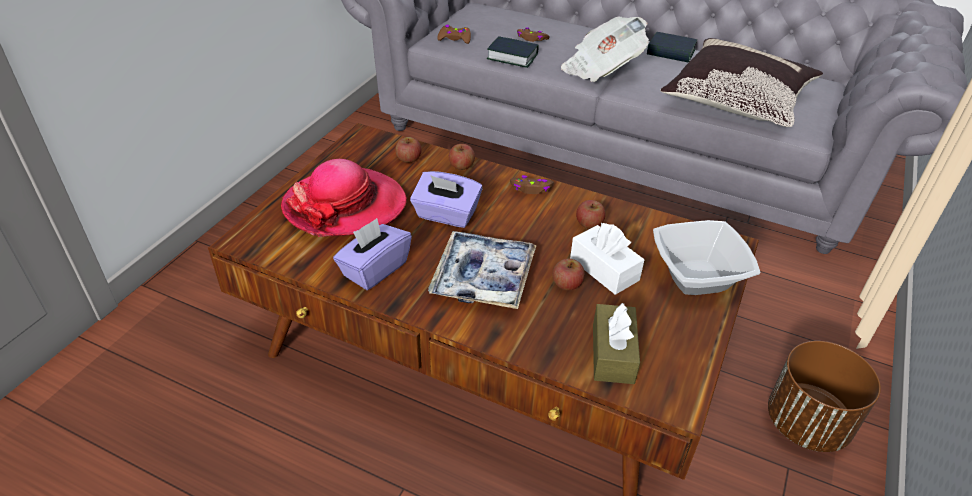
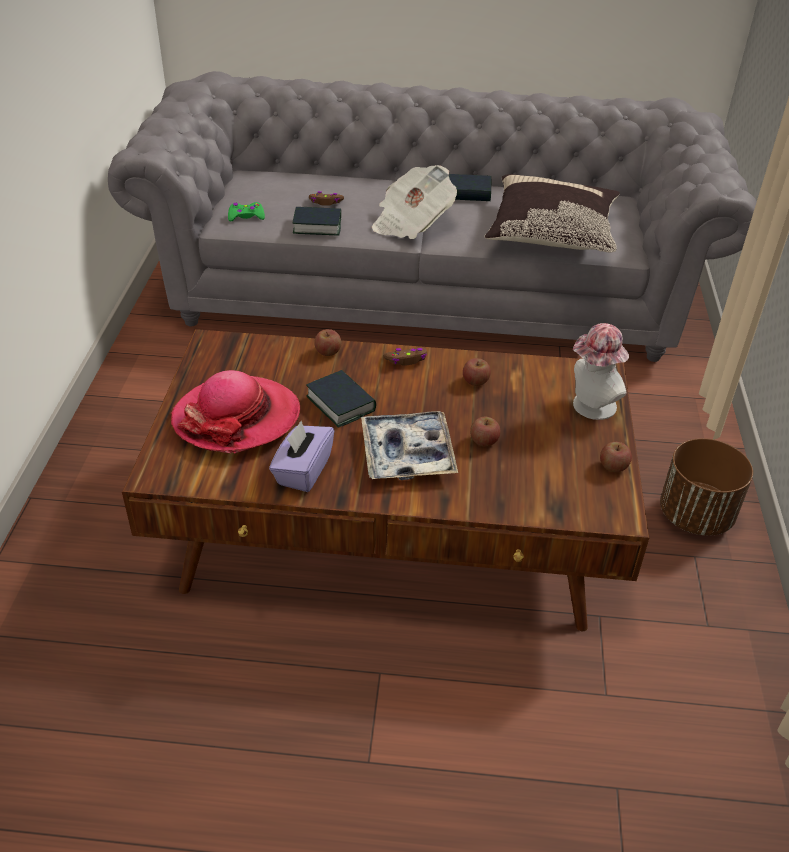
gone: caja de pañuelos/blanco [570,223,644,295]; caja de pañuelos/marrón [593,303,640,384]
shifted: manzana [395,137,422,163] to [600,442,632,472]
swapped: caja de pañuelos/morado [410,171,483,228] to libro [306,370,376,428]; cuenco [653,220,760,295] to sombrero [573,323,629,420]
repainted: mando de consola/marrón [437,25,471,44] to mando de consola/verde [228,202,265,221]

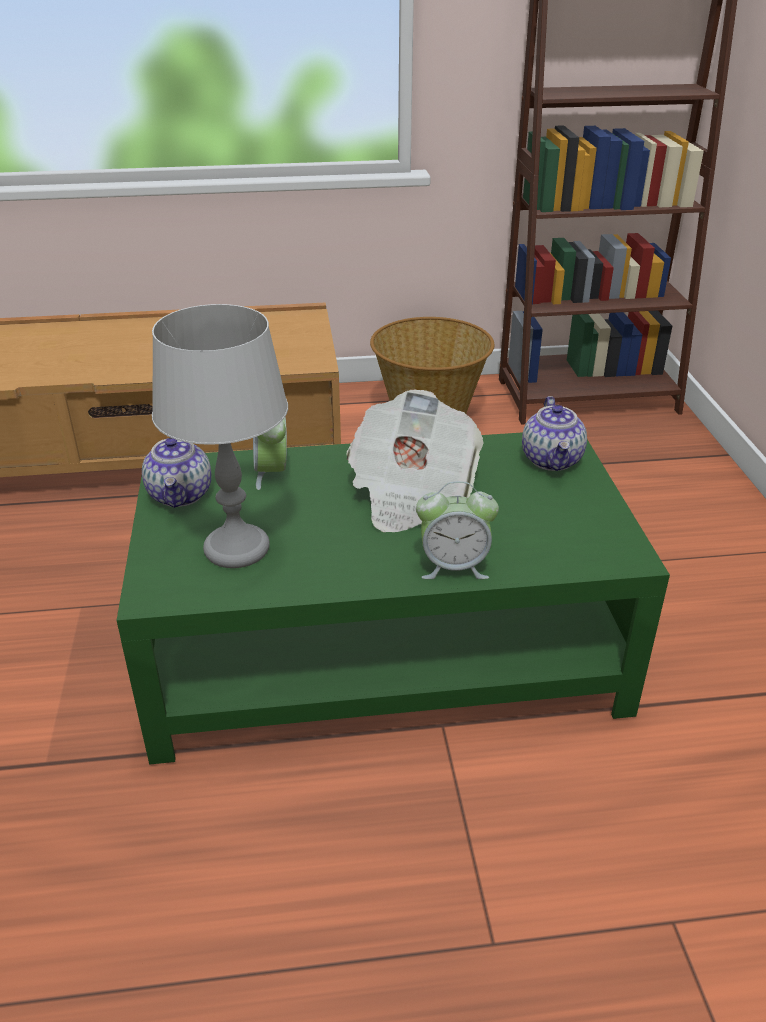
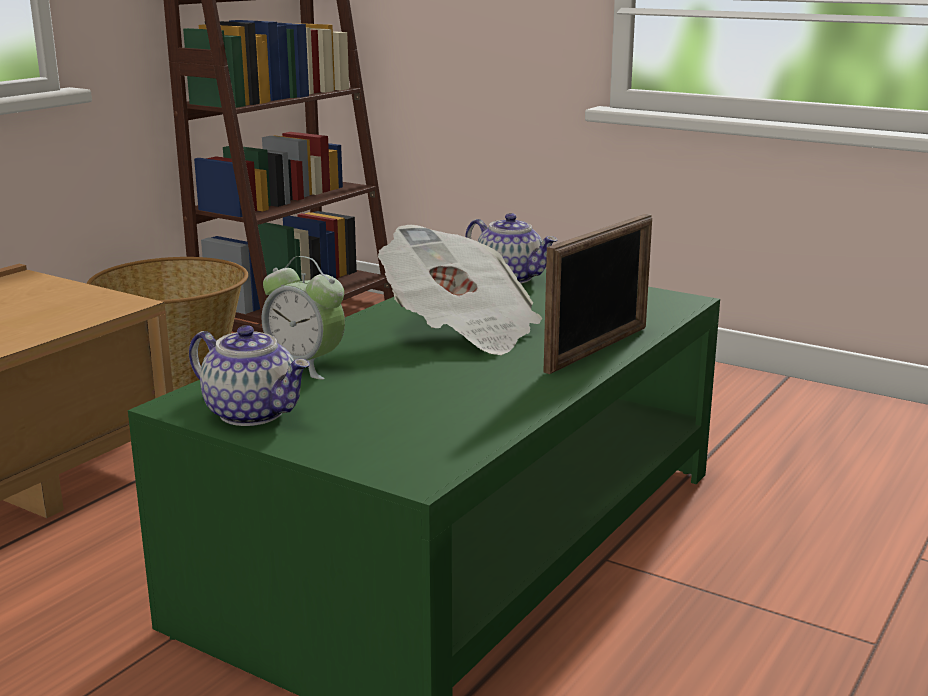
gone: lámpara de mesa/gris [152,304,288,568]
swapped: despertador [416,481,499,579] to portarretratos [543,214,652,374]

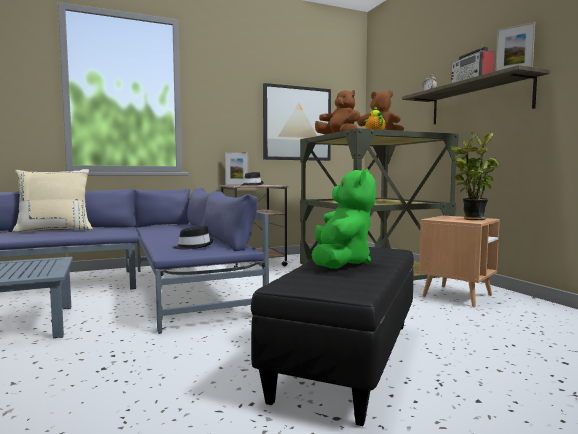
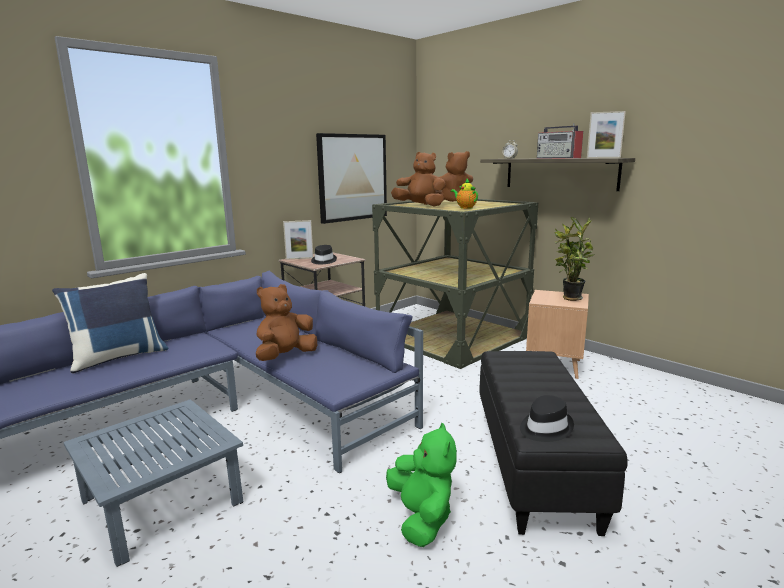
new: peluche/marrón [256,284,317,361]
shifted: sombrero/negro [173,226,214,250] to [520,395,574,442]; peluche/verde [312,168,376,269] to [386,423,457,547]
repainted: cojín/beis [12,169,92,234] to cojín/azul [52,273,169,373]

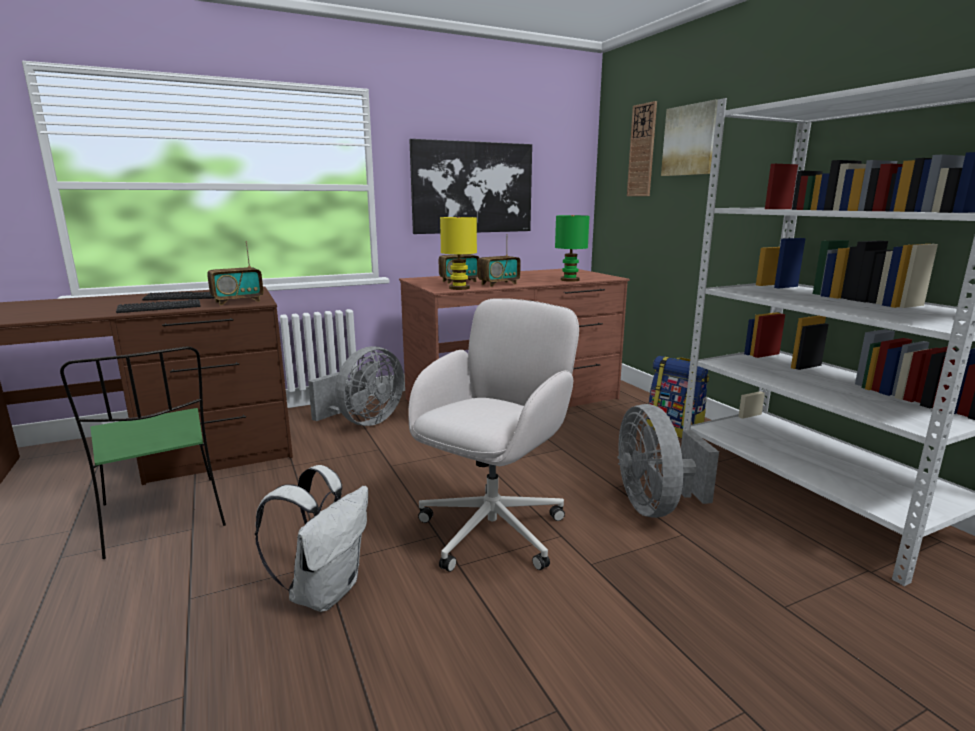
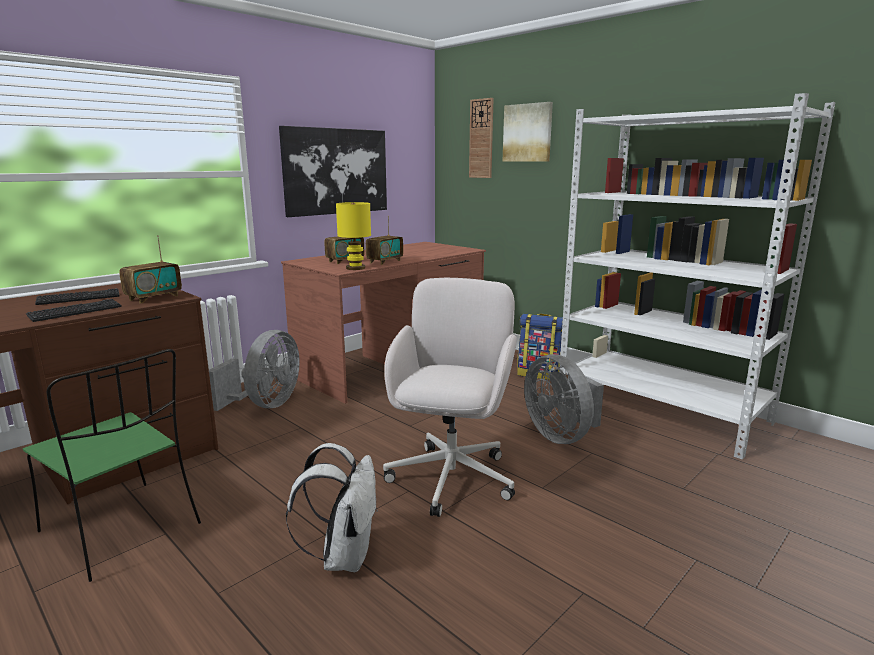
gone: lámpara de mesa/verde [555,215,590,282]

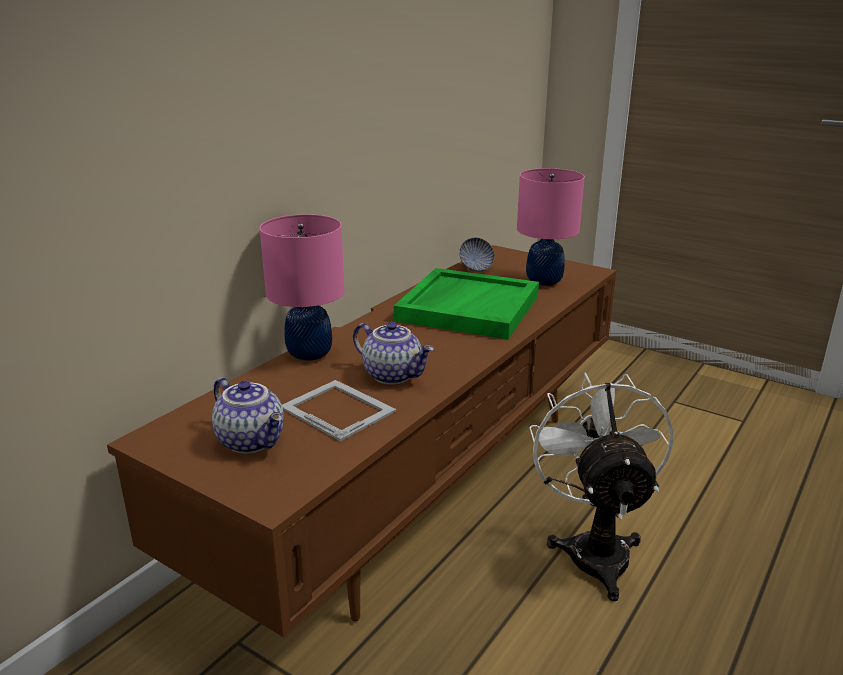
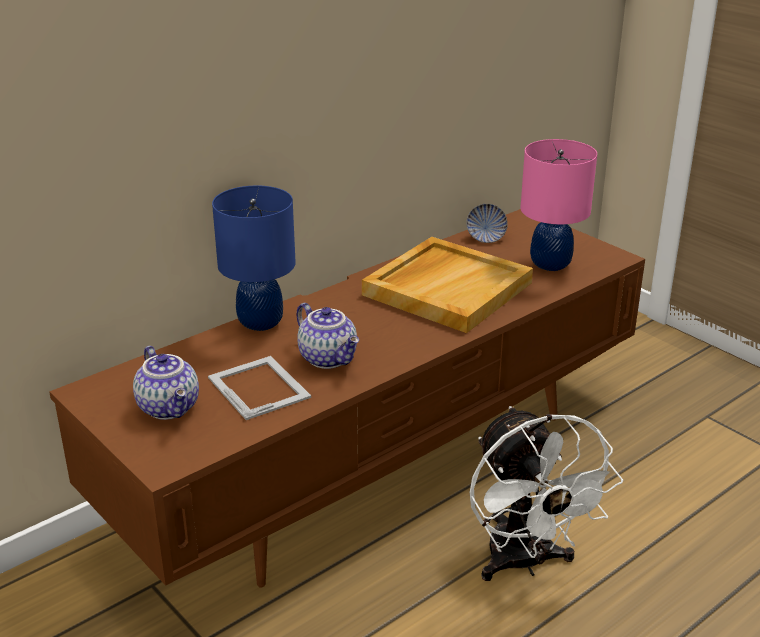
repainted: lámpara de mesa/rosa [260,214,345,361] to lámpara de mesa/azul [212,186,296,331]; bandeja/verde [394,268,539,340] to bandeja/beis [362,237,533,333]
rotated: ventilador/blanco [529,373,673,602] = [470,406,623,581] 150 degrees clockwise

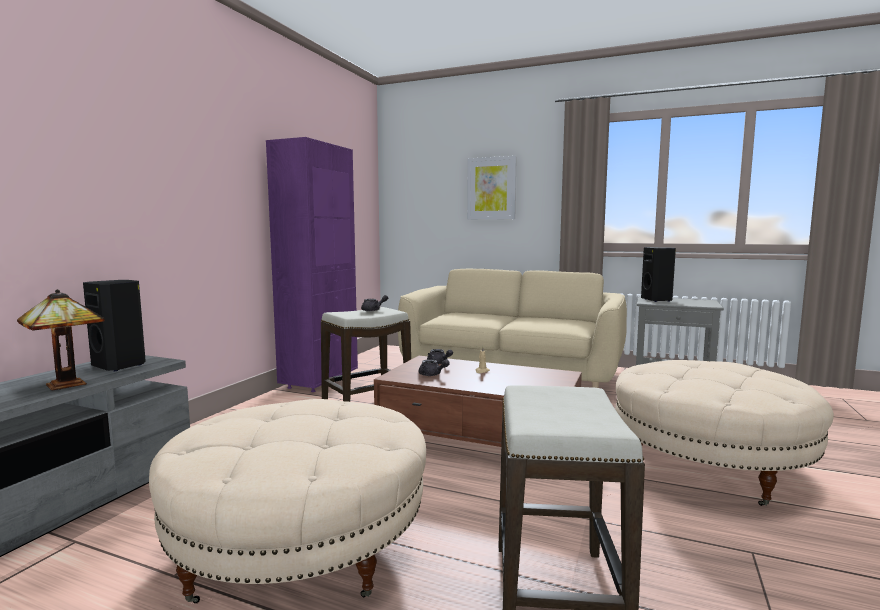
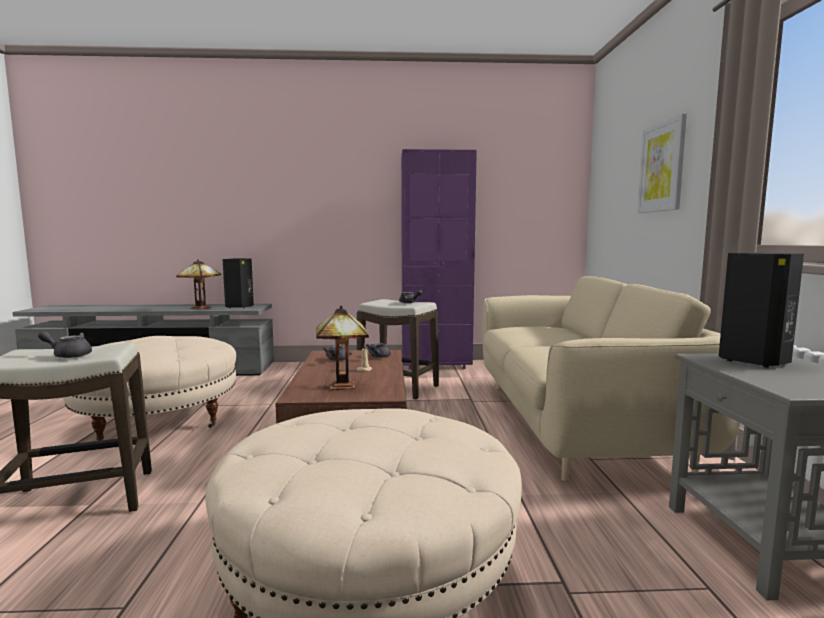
new: tetera/gris [38,331,92,358]; lámpara de mesa [316,306,369,390]

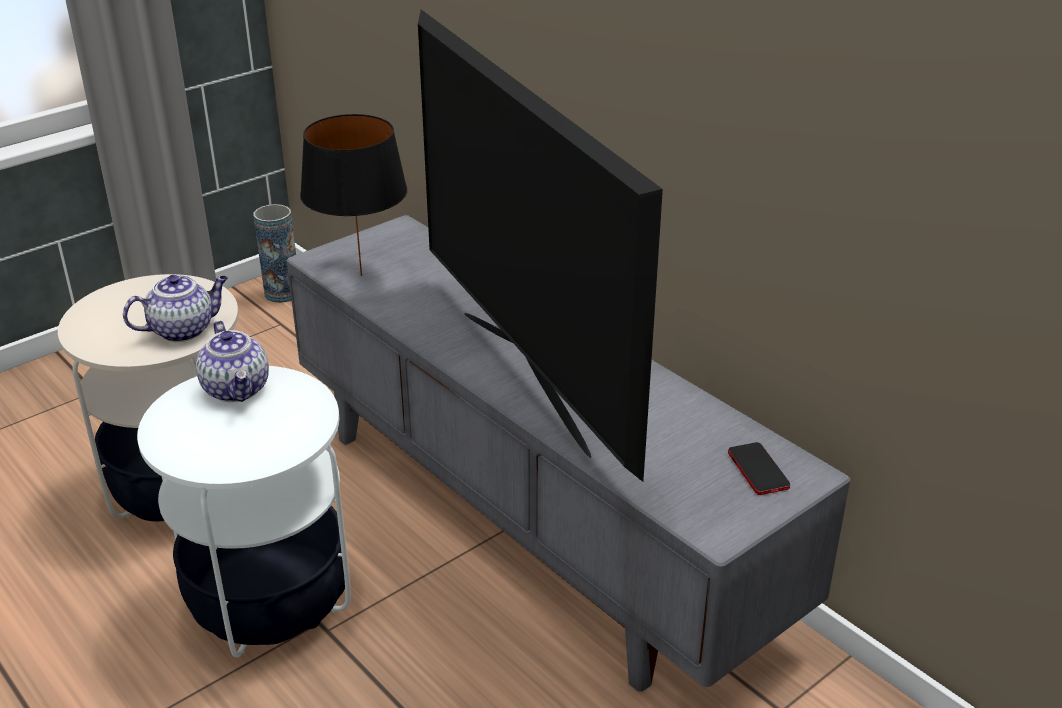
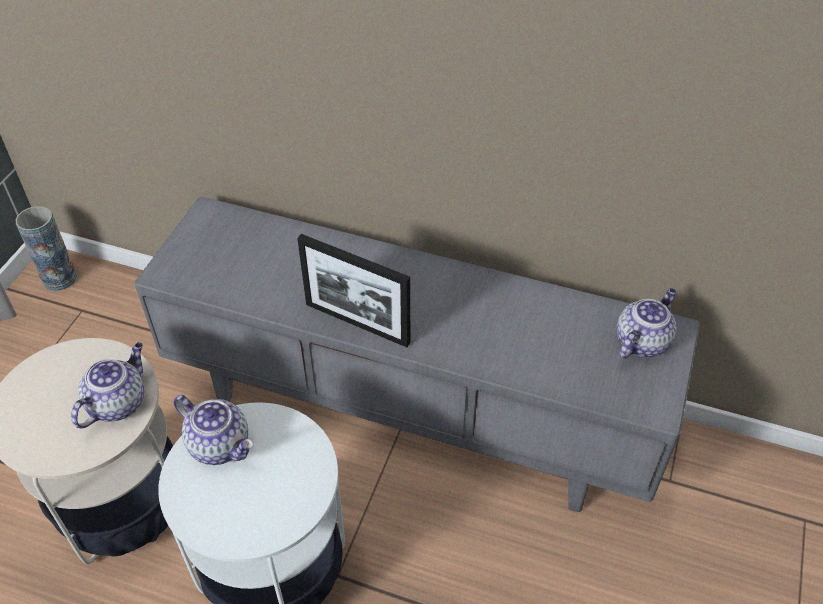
gone: lámpara de mesa/negro [300,114,407,276]; televisor [418,9,663,482]
new: portarretratos [297,234,410,347]
swapped: móvil [728,442,790,495] to tetera [617,288,677,359]

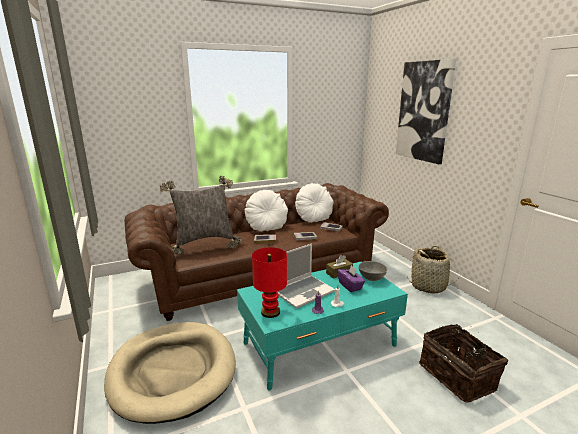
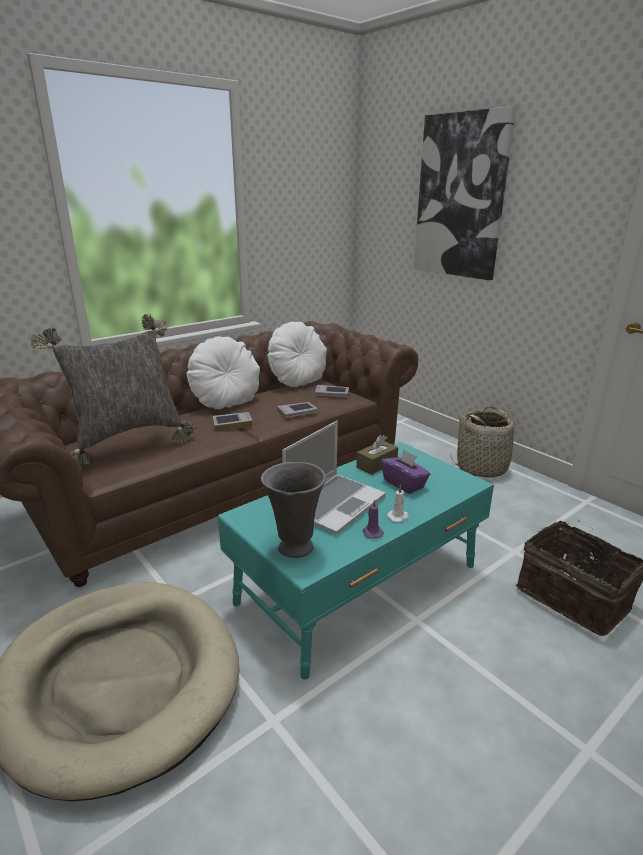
gone: cuenco/gris [358,261,387,281]
swapped: lámpara de mesa/rojo [252,247,287,318] to florero/gris [261,462,326,558]

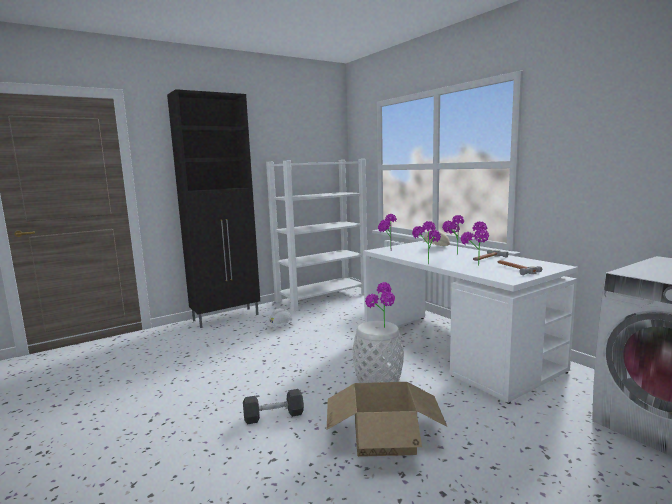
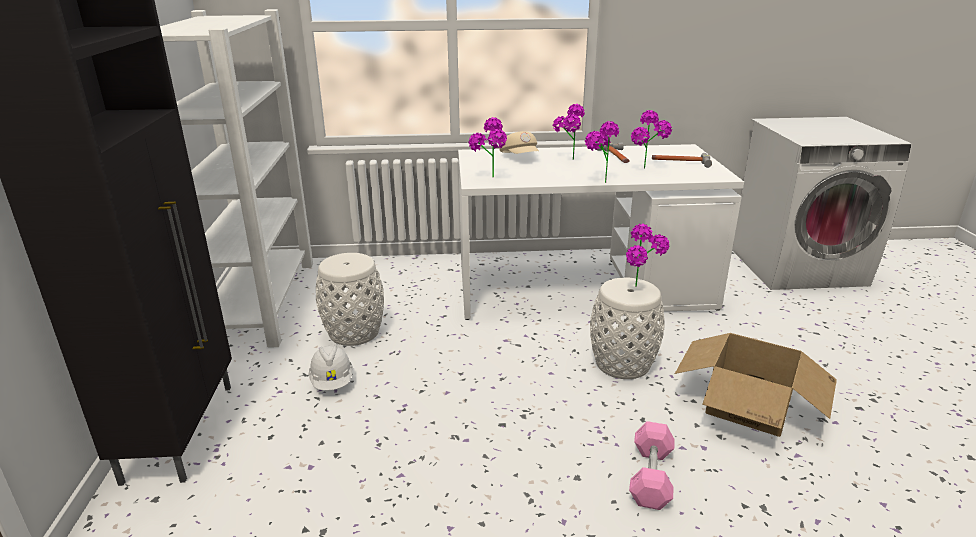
new: taburete/blanco [316,253,384,346]
repainted: mancuerna/gris [243,389,304,424] to mancuerna/rosa [629,421,675,510]

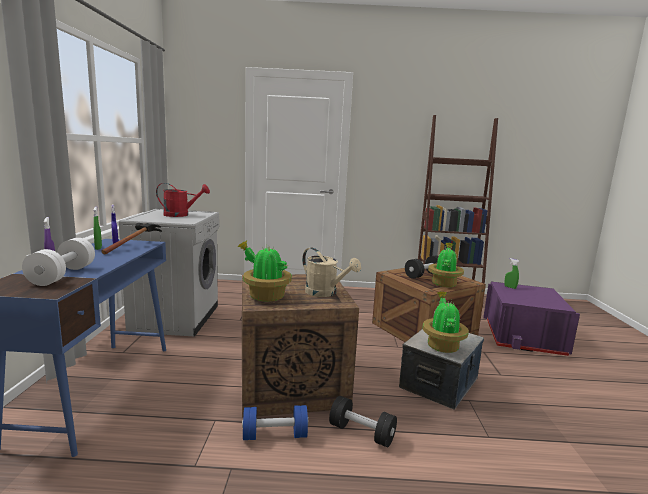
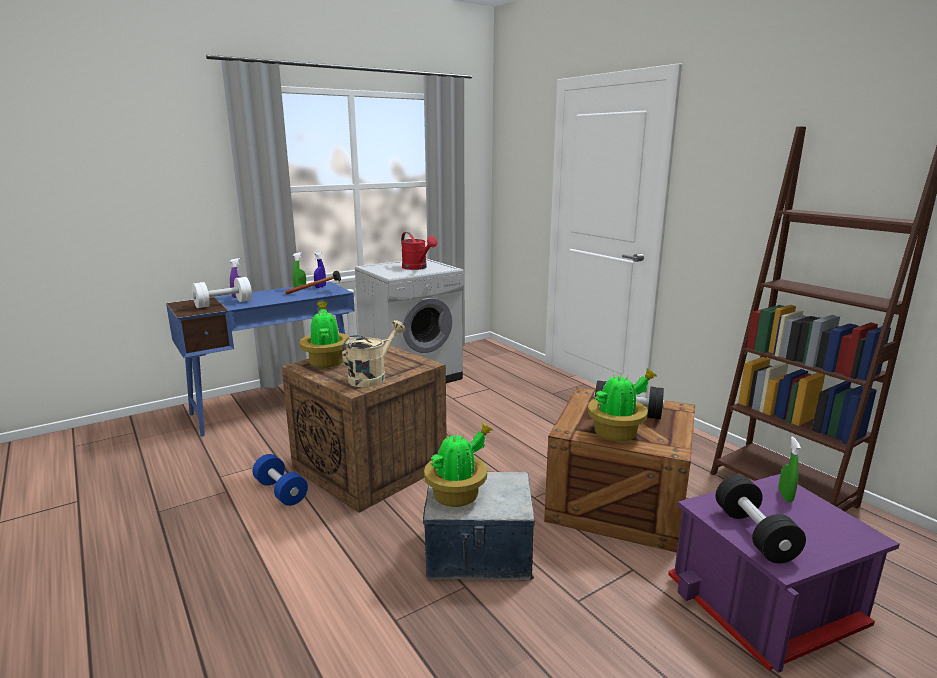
shifted: mancuerna/negro [329,396,397,447] to [716,475,806,563]
rotated: regadera/beis [302,248,361,297] = [342,320,405,387] 150 degrees counterclockwise

